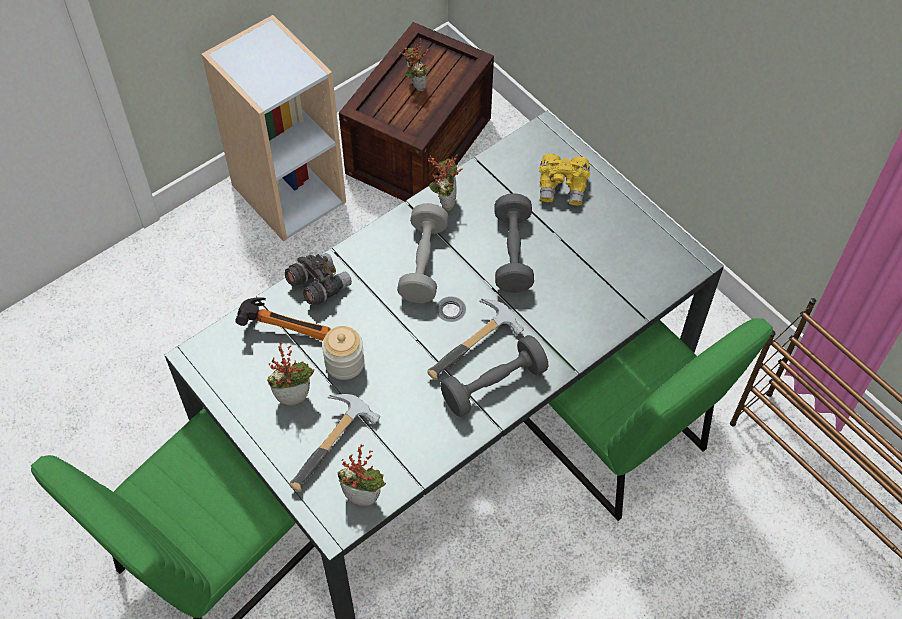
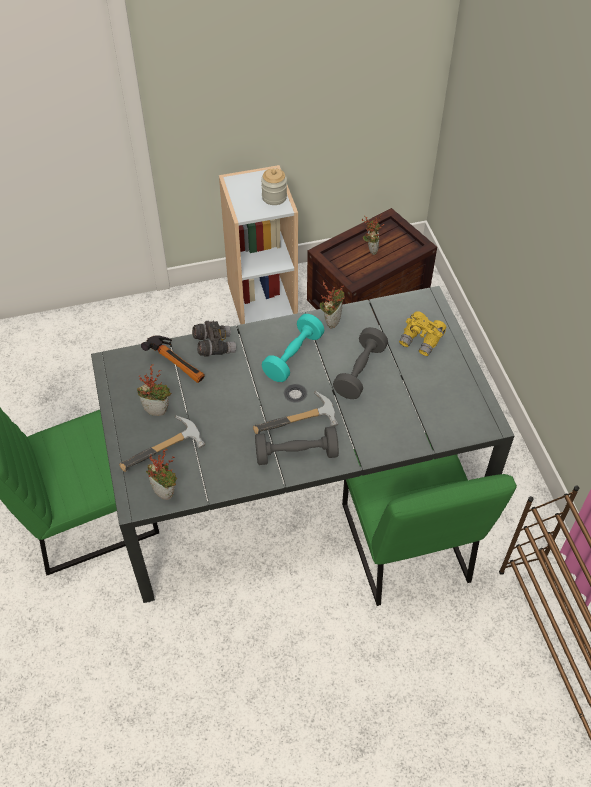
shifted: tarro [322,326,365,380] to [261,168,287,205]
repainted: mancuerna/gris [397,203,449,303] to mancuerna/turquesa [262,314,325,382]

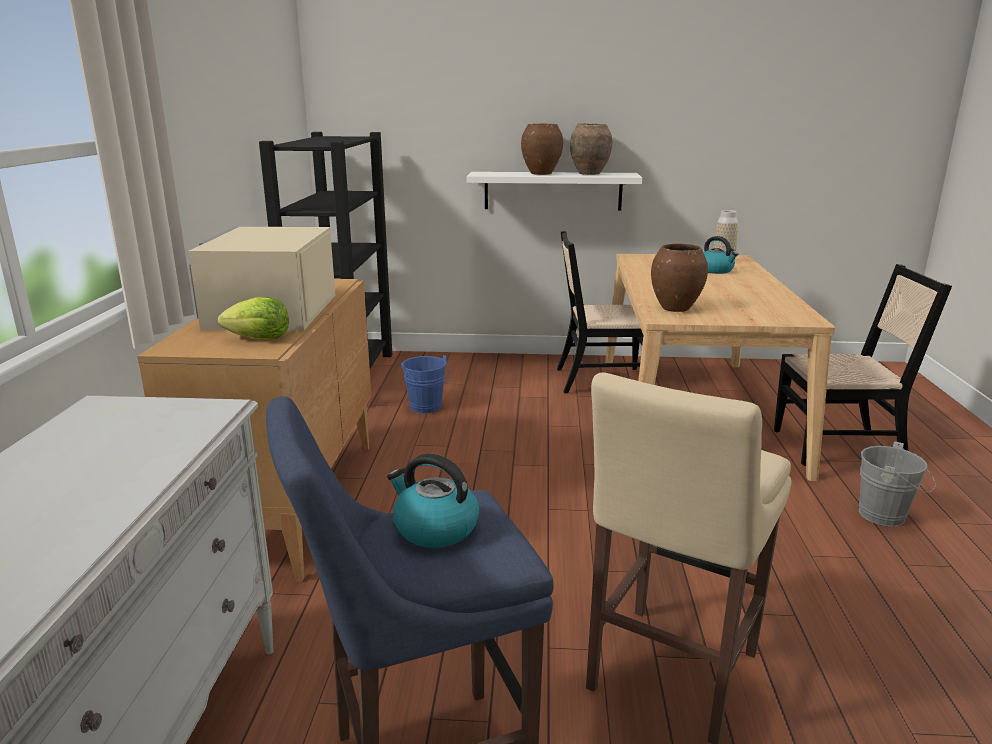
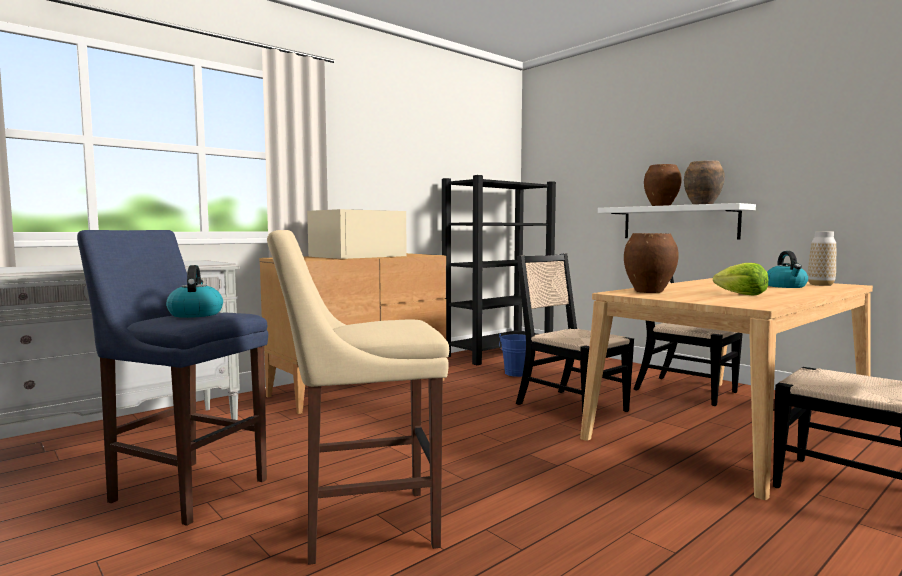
gone: cubo/gris [859,441,936,527]
new: silla [516,253,634,415]
shifted: lechuga [218,297,289,339] to [713,263,768,295]

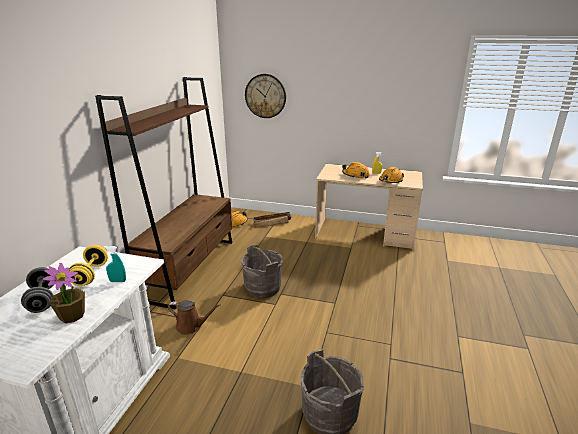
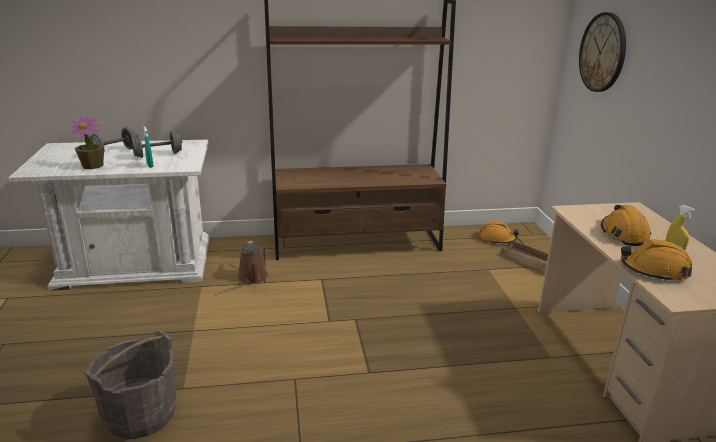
gone: cubo/gris [241,245,283,298]
repainted: mancuerna/amarillo [69,245,108,286] to mancuerna/gris [130,131,182,158]

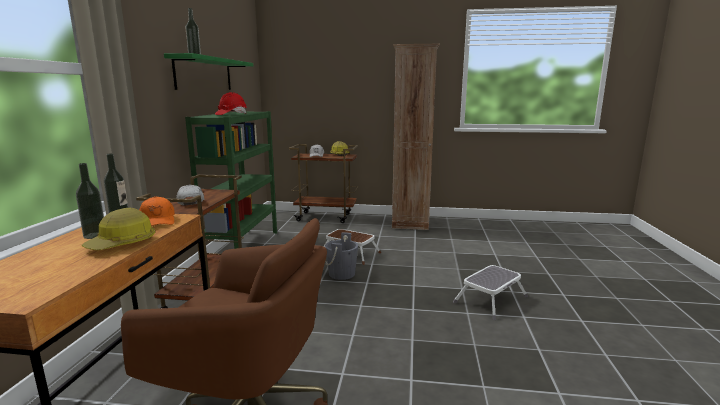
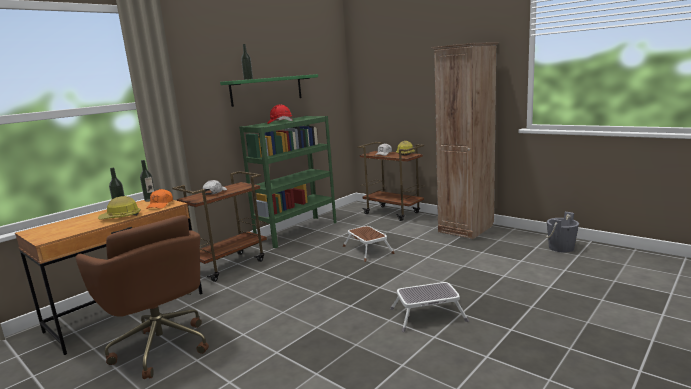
shifted: cubo/gris [325,232,358,280] to [546,212,579,253]

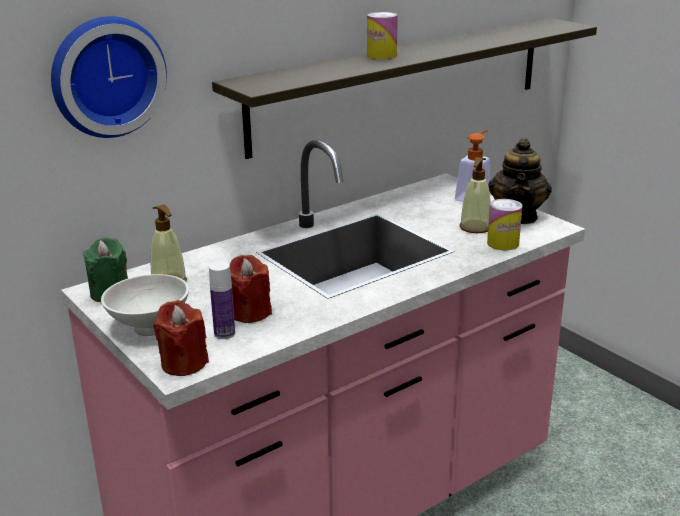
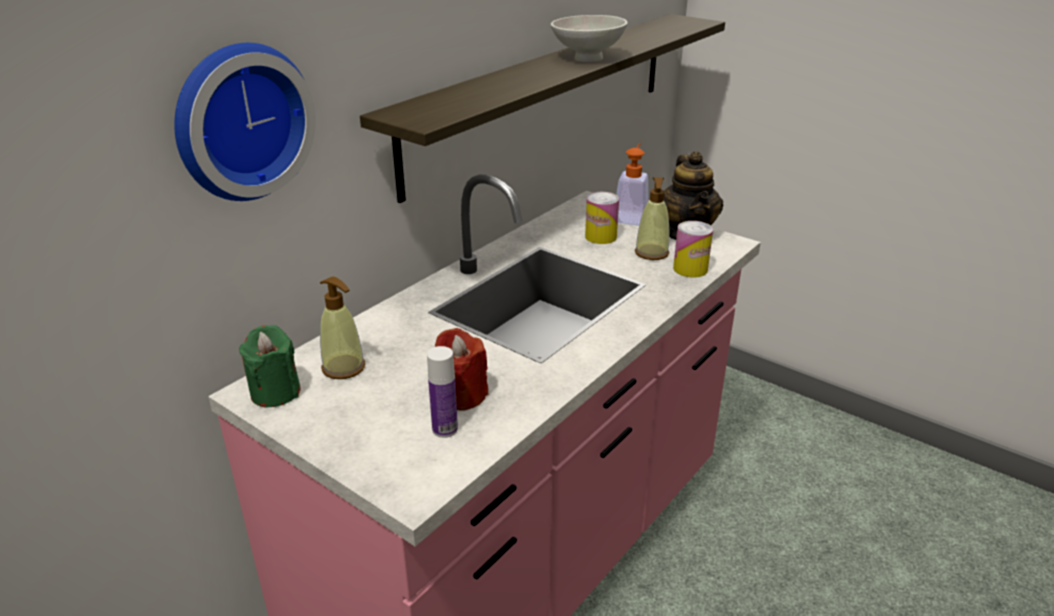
gone: vela/rojo [153,300,209,376]
shifted: cuenco/blanco [101,274,189,336] to [551,15,628,62]; lata [367,12,398,59] to [585,192,619,244]

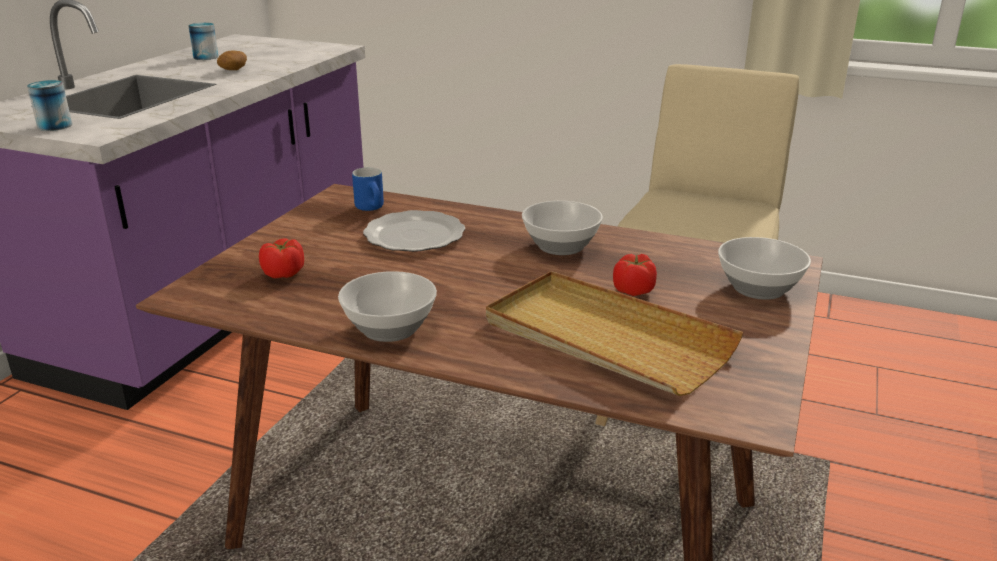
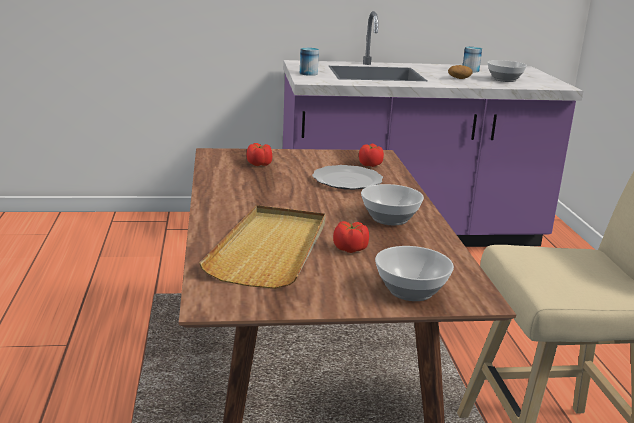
shifted: cuenco [338,271,437,342] to [487,60,527,82]
swapped: taza grande/azul [352,167,384,211] to tomate [359,144,384,167]

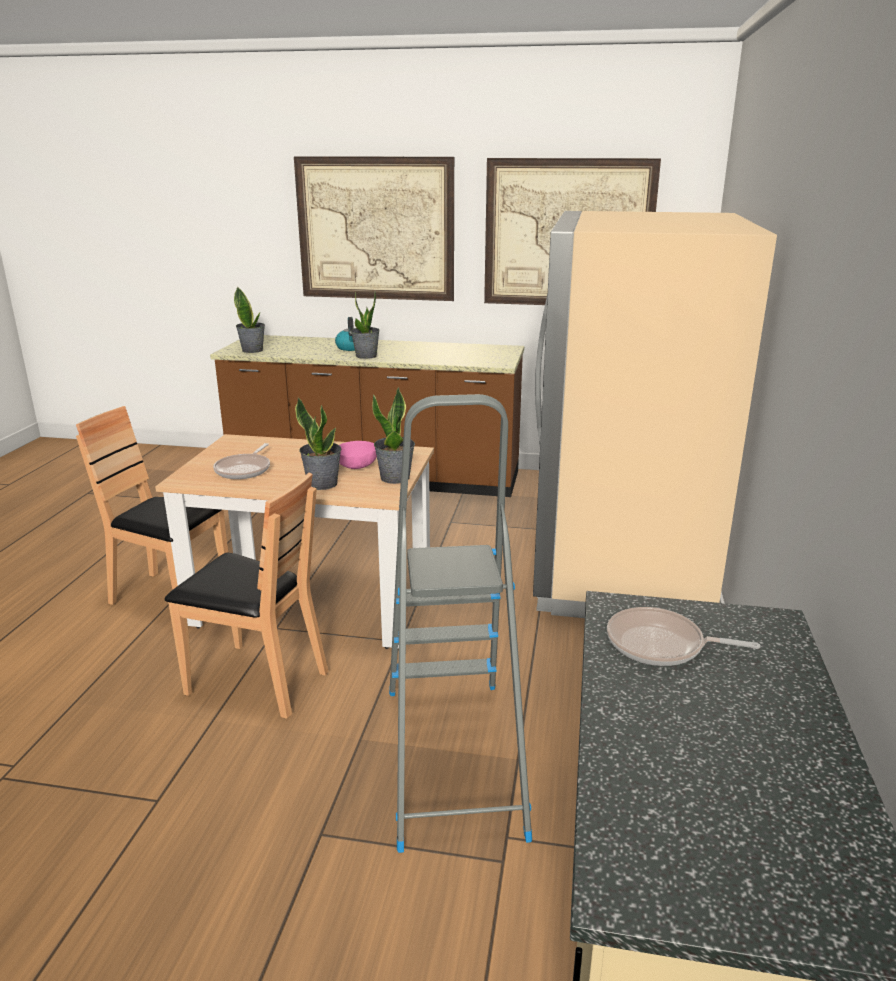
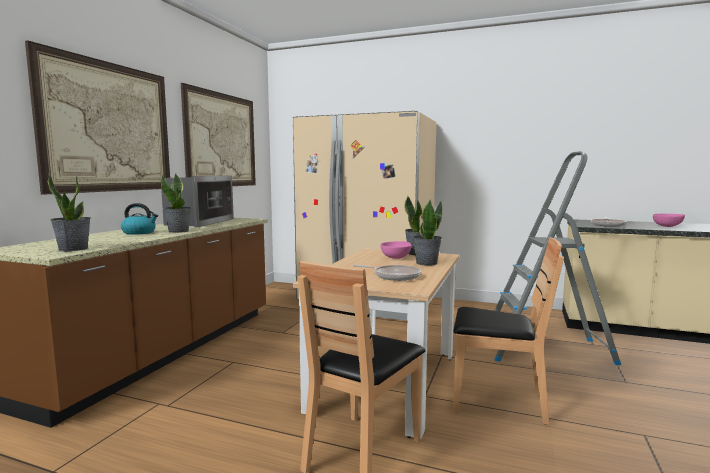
new: microondas [161,176,234,227]; cuenco/rosa [653,214,685,227]
rotated: silla/marrón [165,473,328,719] = [453,237,564,425] 75 degrees clockwise

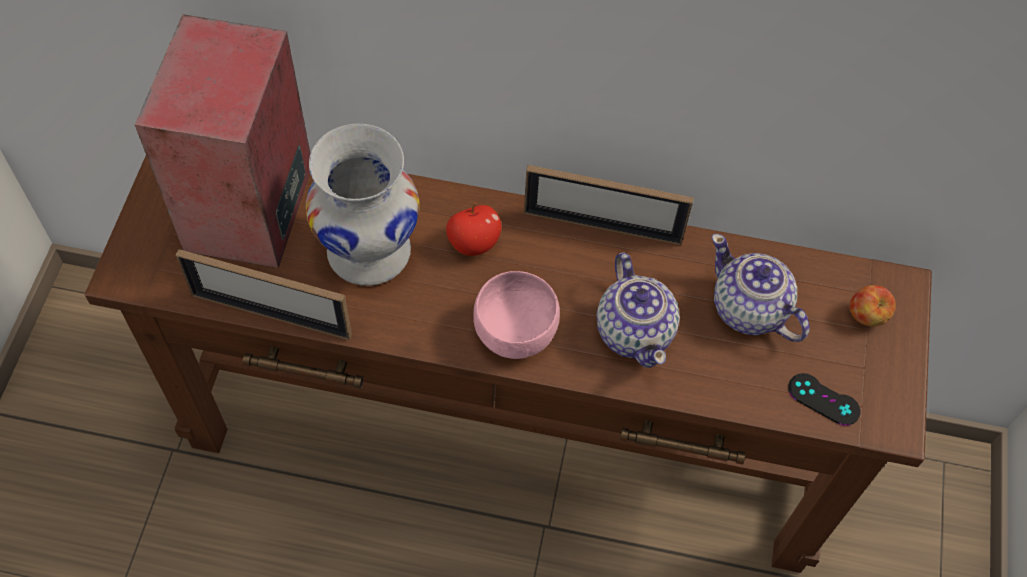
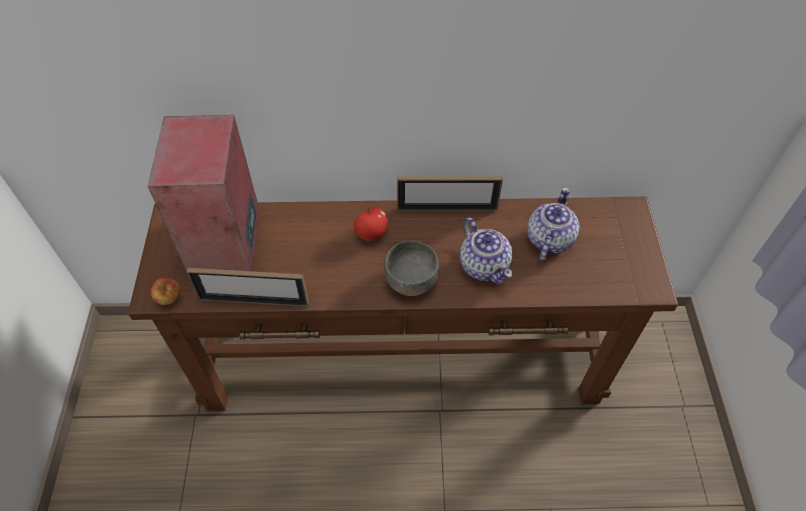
gone: florero/blanco [306,124,420,286]; mando de consola/negro [788,373,860,426]
shifted: manzana [849,285,895,326] to [151,278,180,305]
repainted: cuenco/rosa [473,271,560,359] to cuenco/gris [384,241,439,296]
rotated: tetera [711,234,810,342] = [527,187,579,261] 75 degrees clockwise

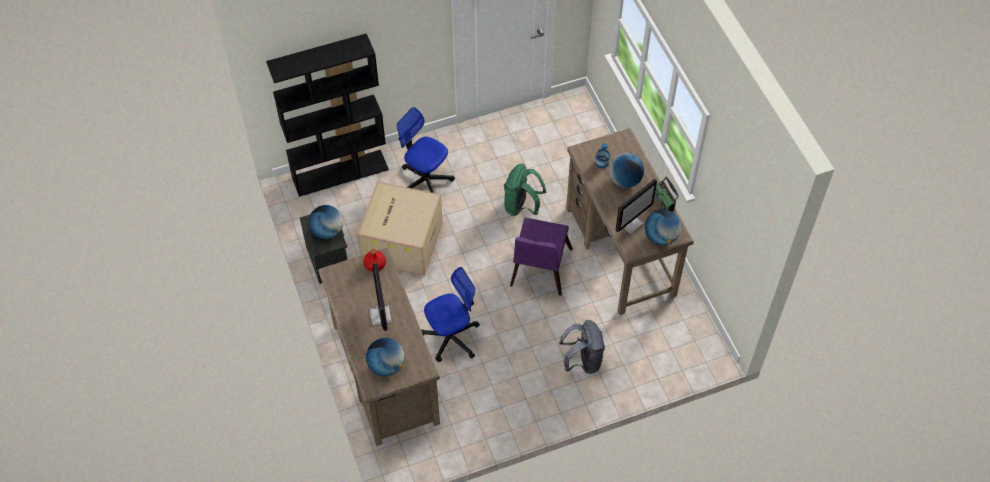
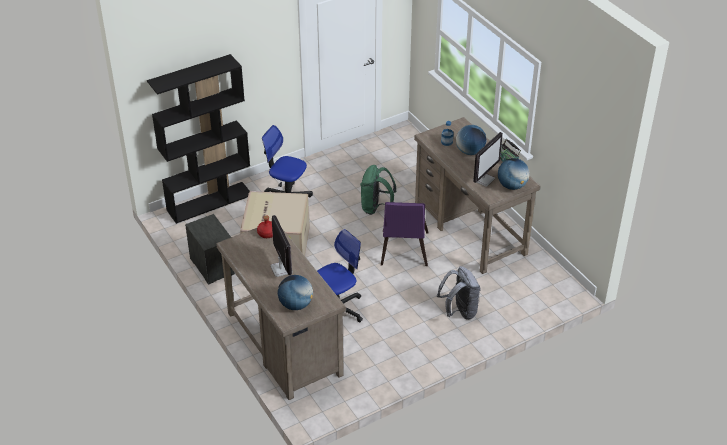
gone: globo terráqueo [309,205,343,239]

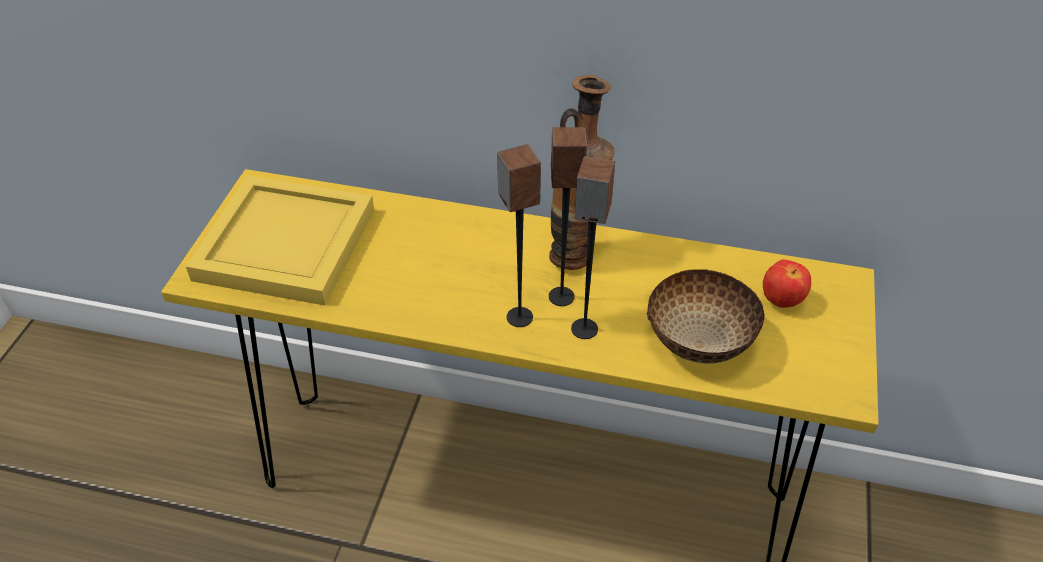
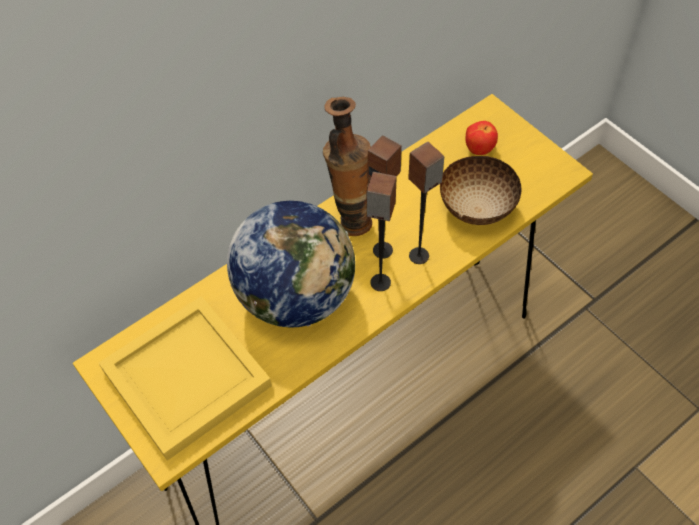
new: globo terráqueo [227,201,355,328]

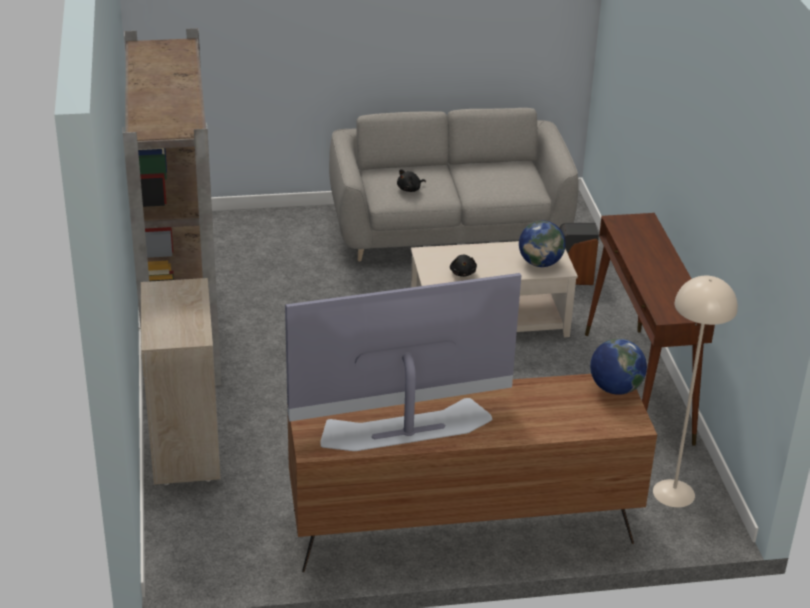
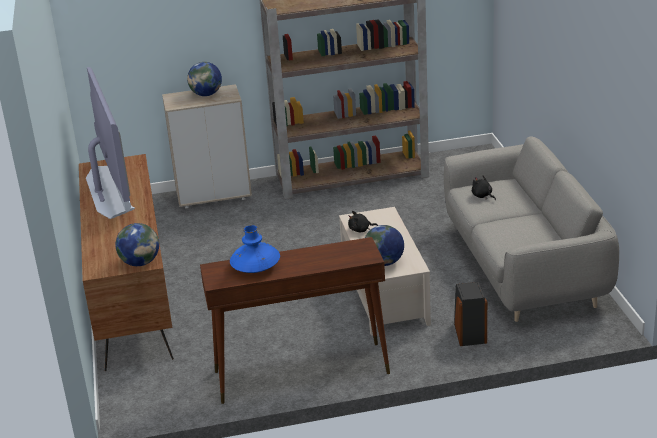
gone: lámpara de pie/beis [653,276,738,508]
new: globo terráqueo [187,62,222,96]; florero/azul [230,225,280,273]

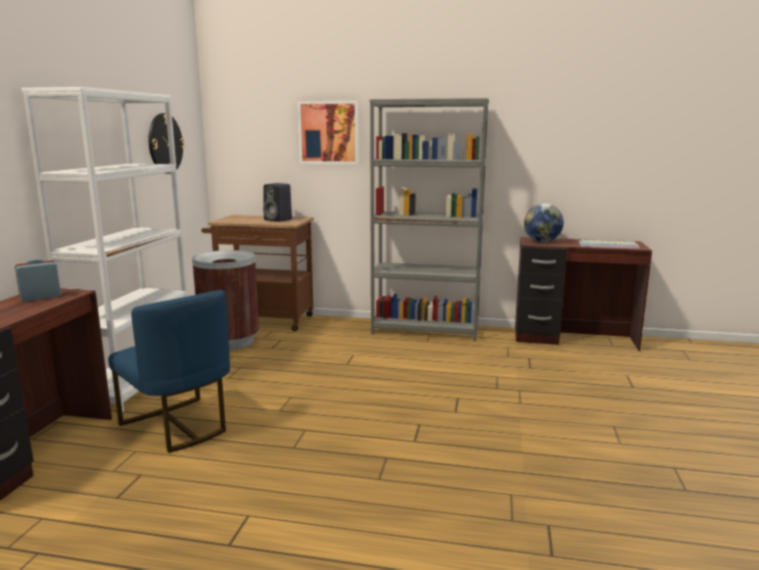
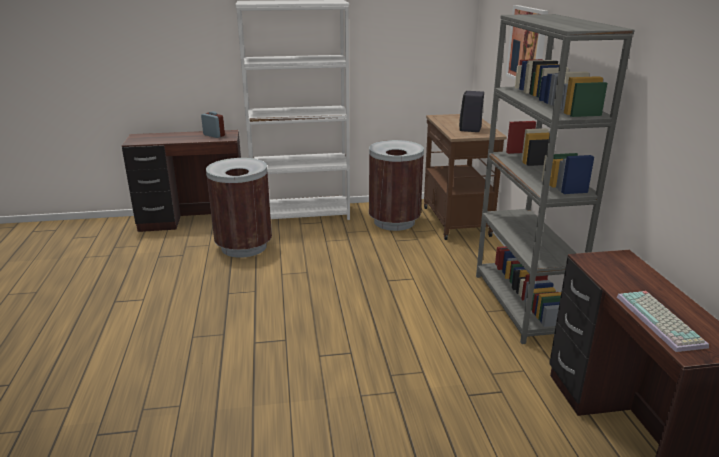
gone: reloj de pared [148,113,185,174]; globo terráqueo [524,203,564,243]
swapped: silla/azul [108,290,230,453] to papelera/marrón [206,158,272,258]

